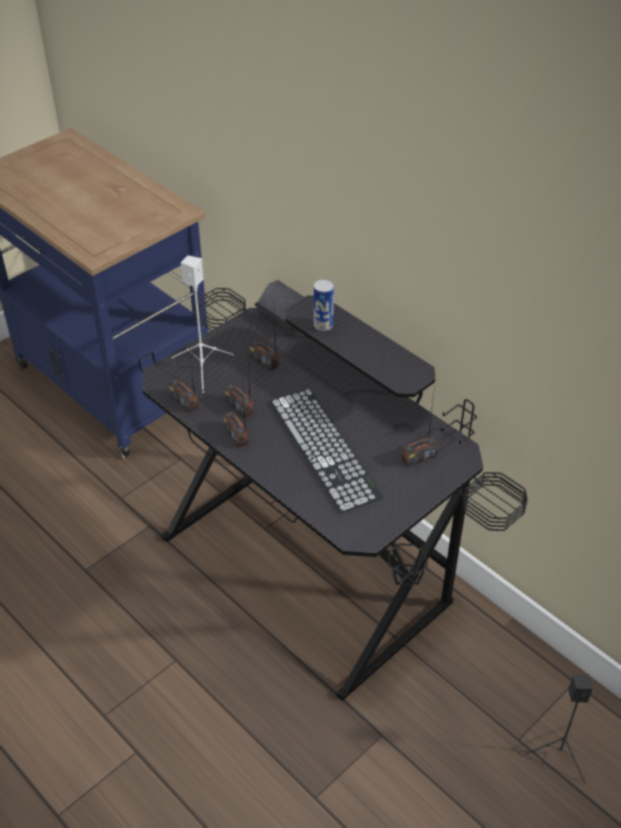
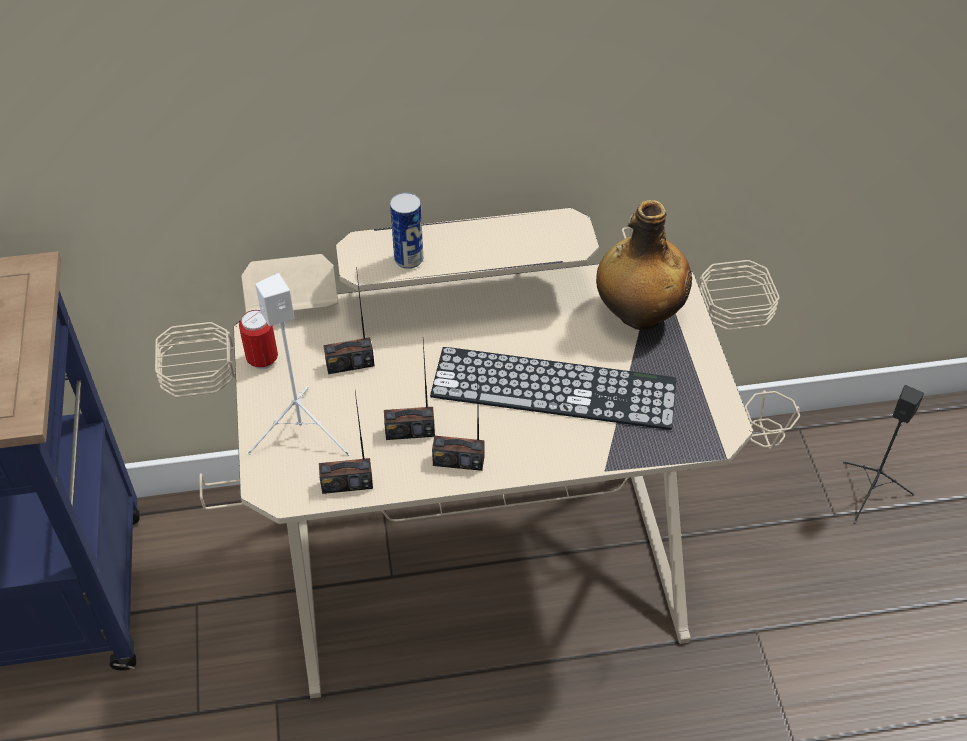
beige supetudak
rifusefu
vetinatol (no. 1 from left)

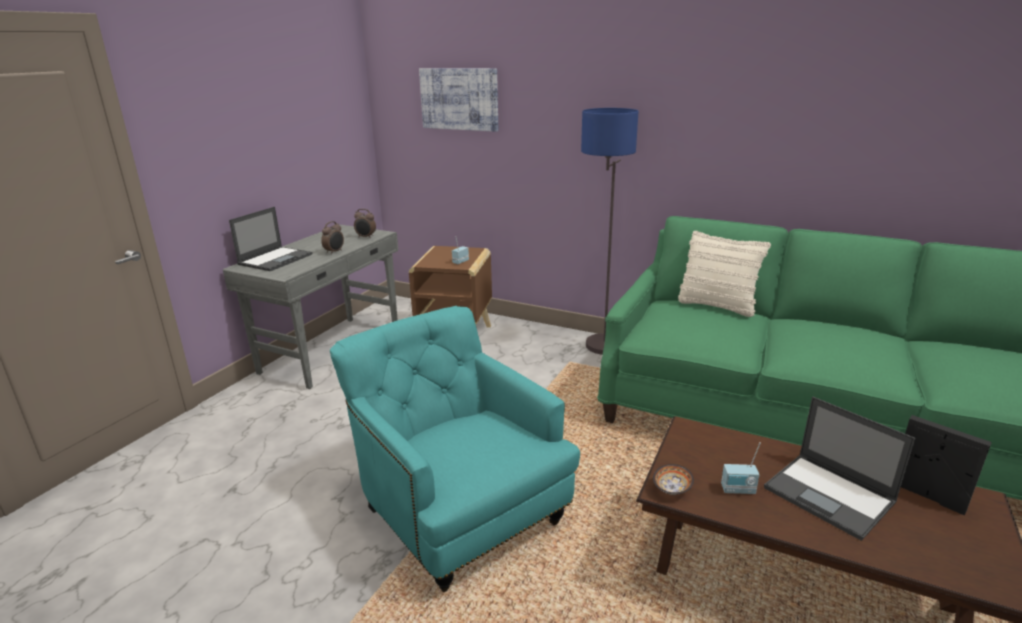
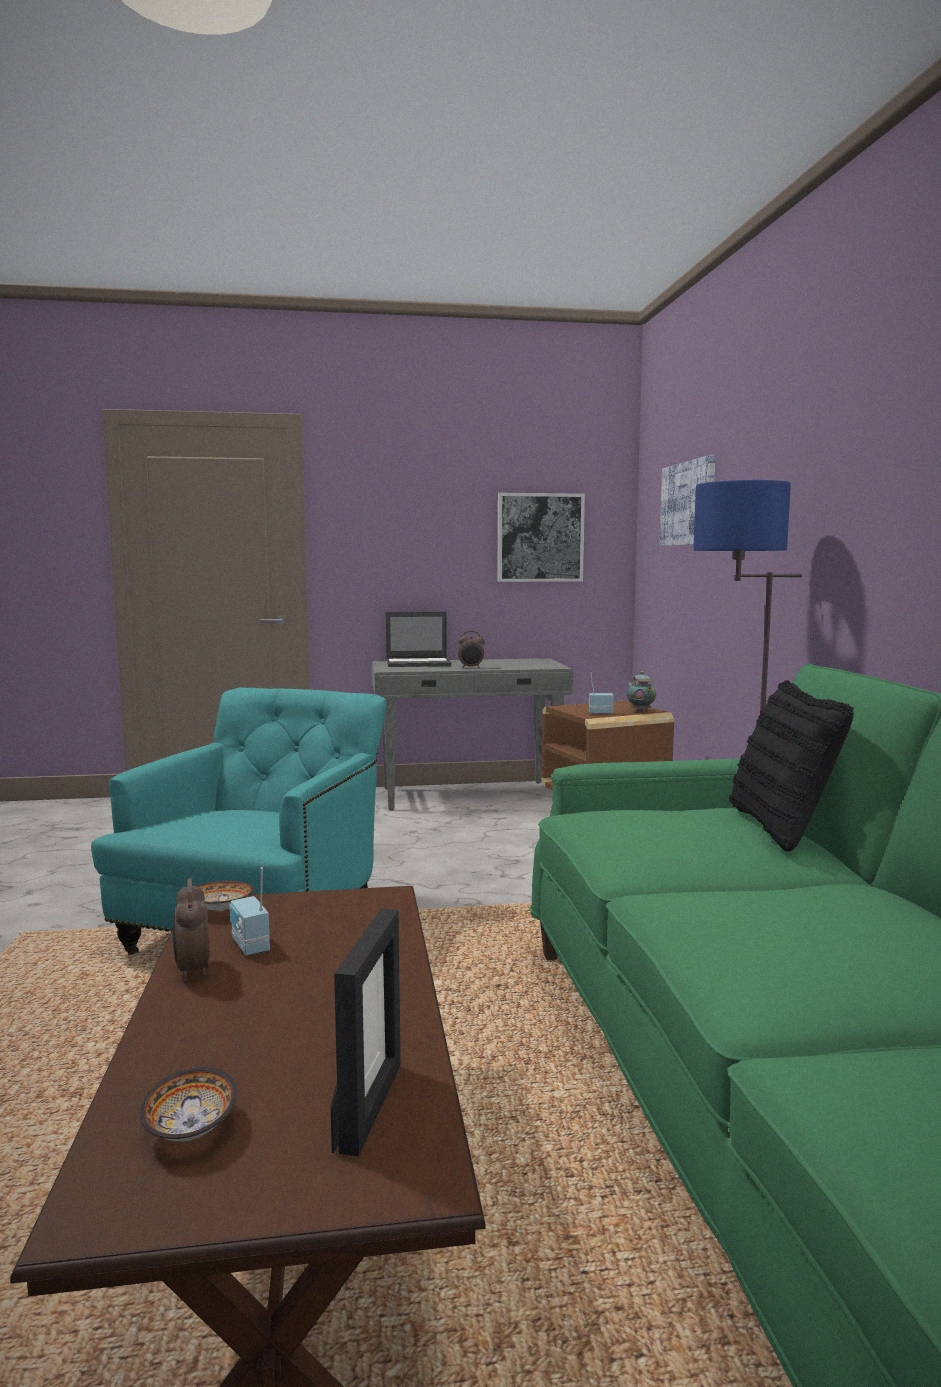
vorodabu (no. 1 from left)
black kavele
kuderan (no. 2 from left in the first image)
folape (no. 1 from left)
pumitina
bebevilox (no. 1 from left)

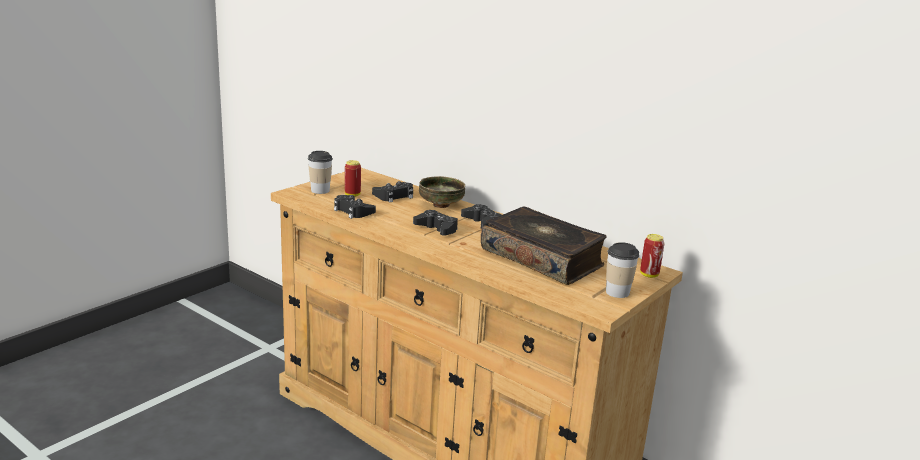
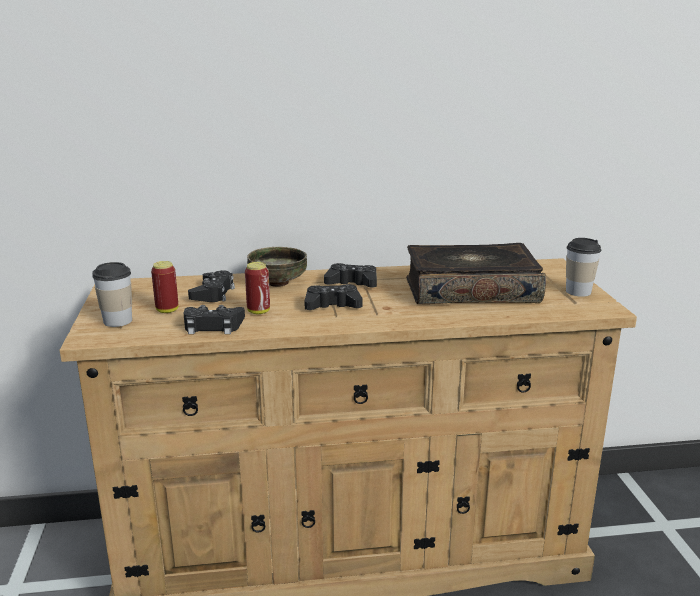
vetinatol (no. 2 from left)

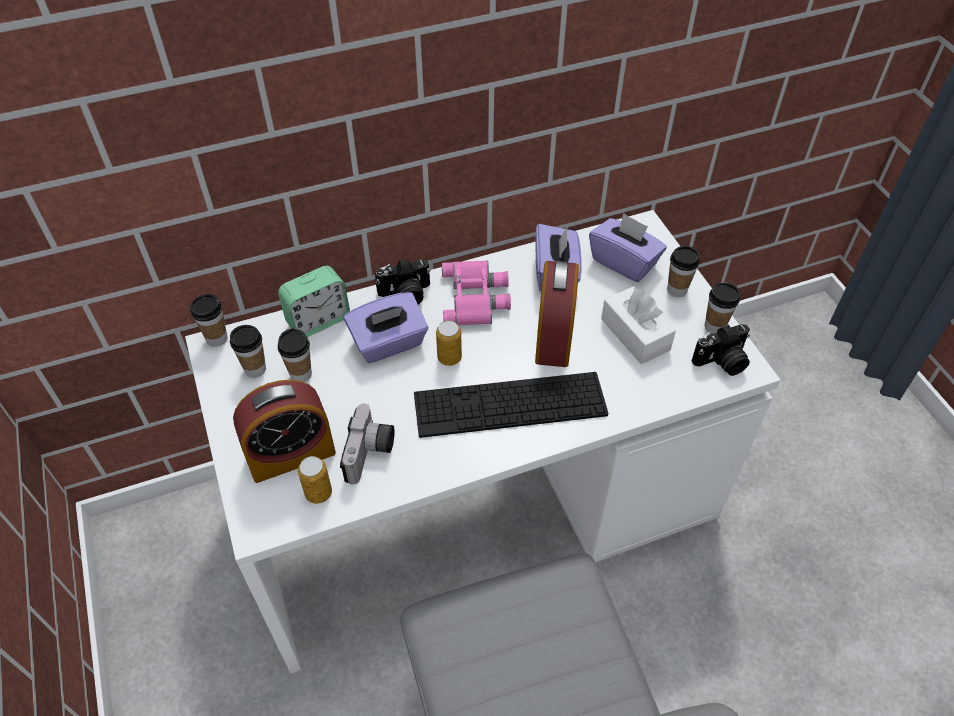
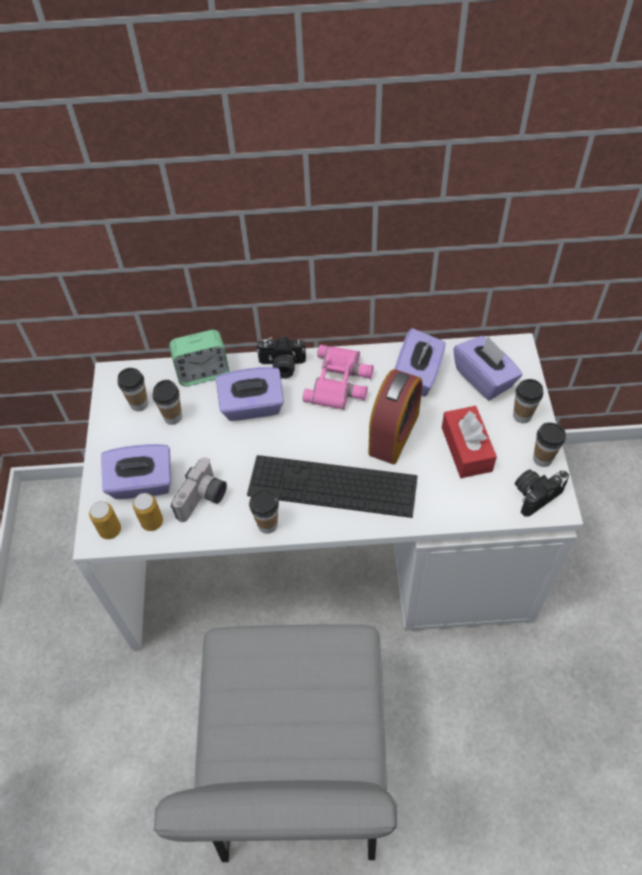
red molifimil
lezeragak (no. 3 from left)
vetinatol (no. 1 from left)
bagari (no. 3 from left)
purple molifimil (no. 1 from left)

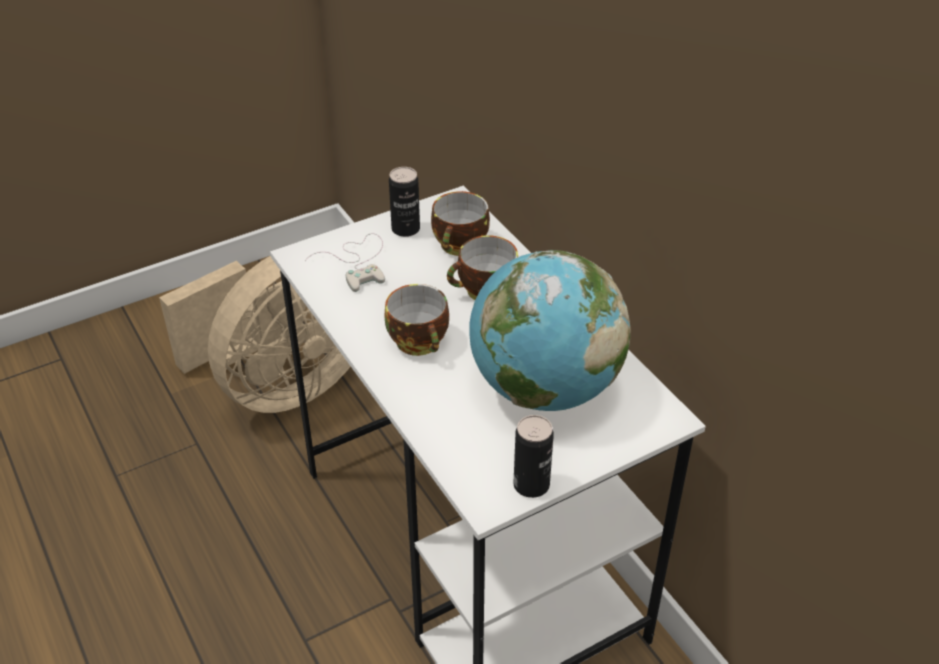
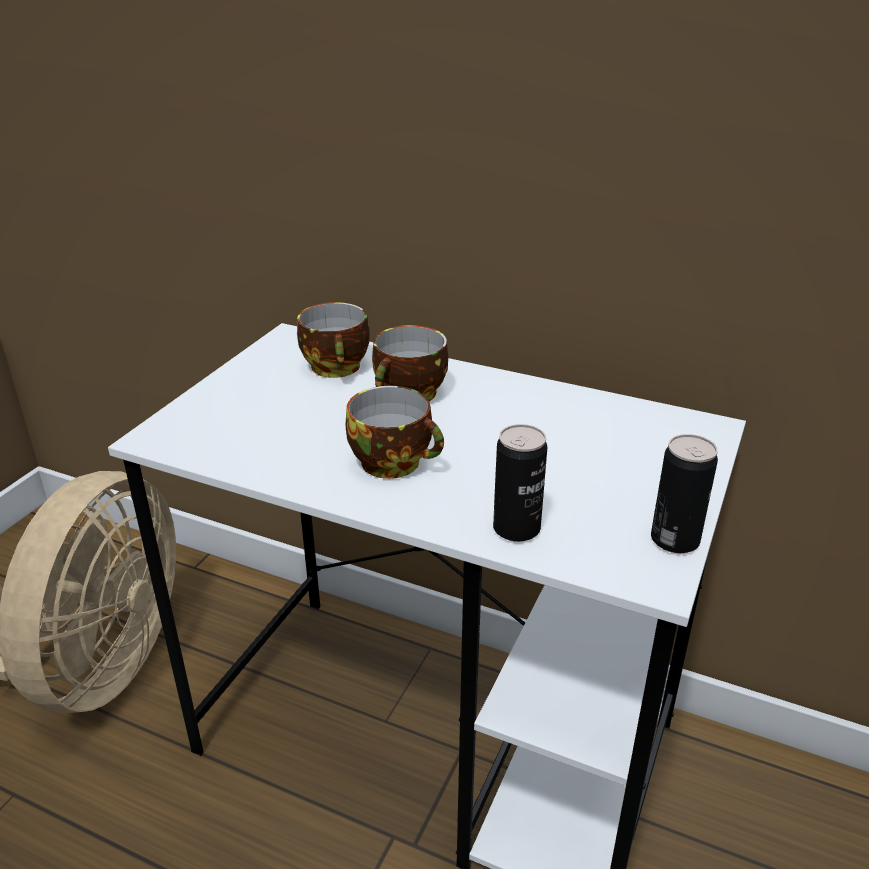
vetinatol (no. 1 from left)
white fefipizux
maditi

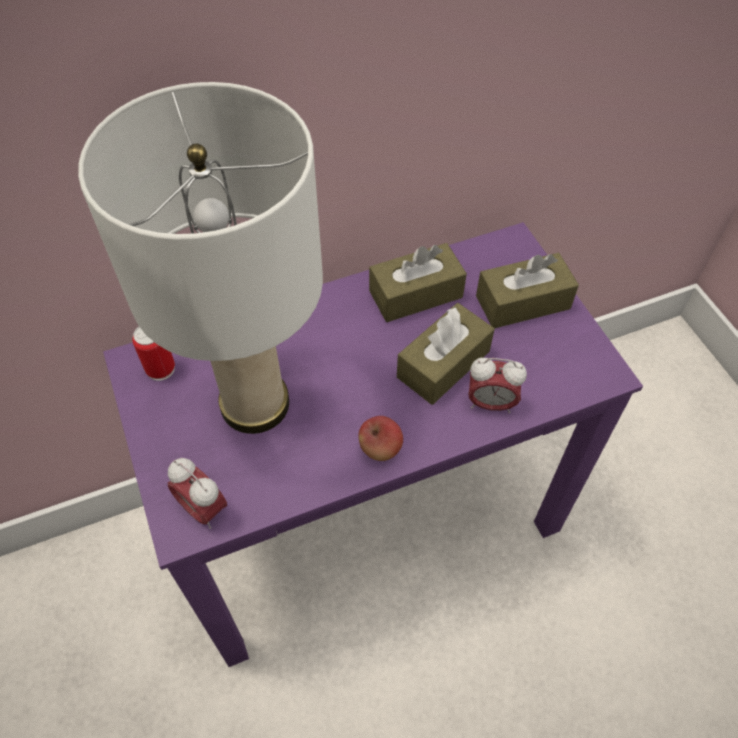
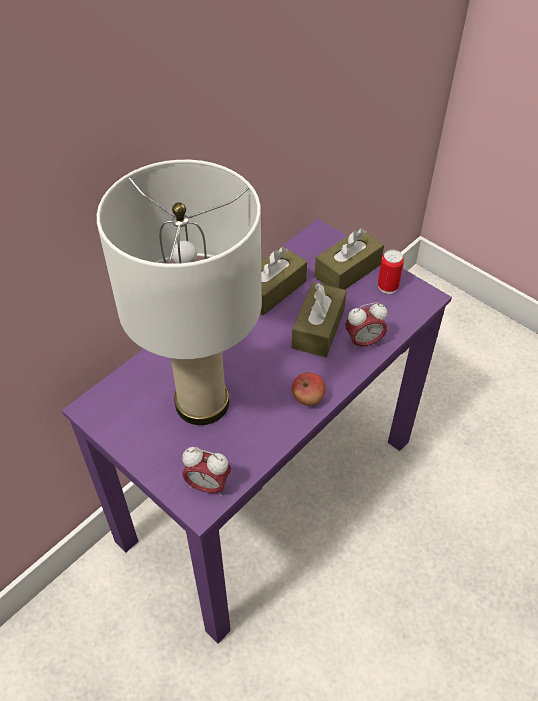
vetinatol

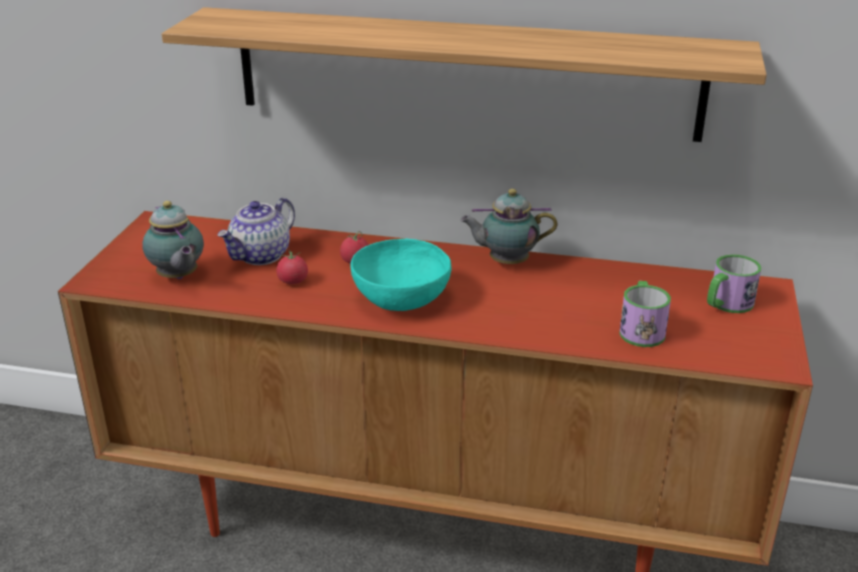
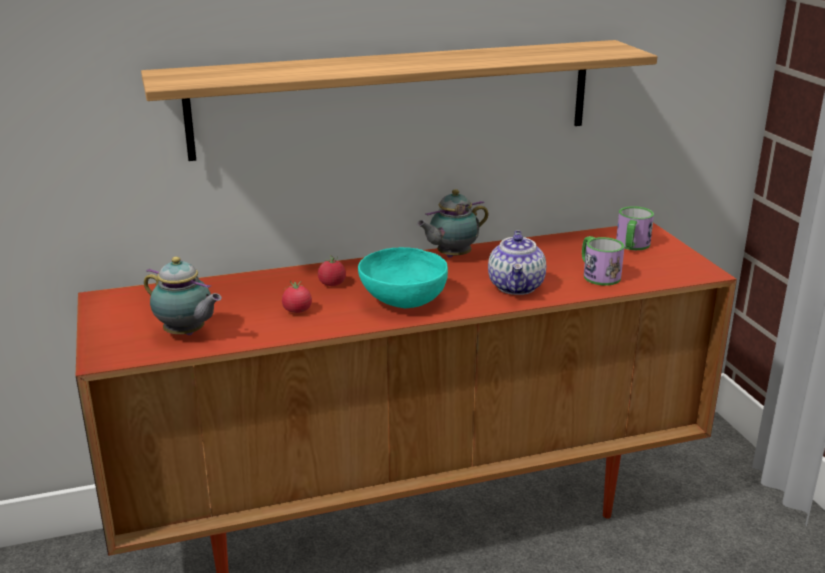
pumitina (no. 3 from left)

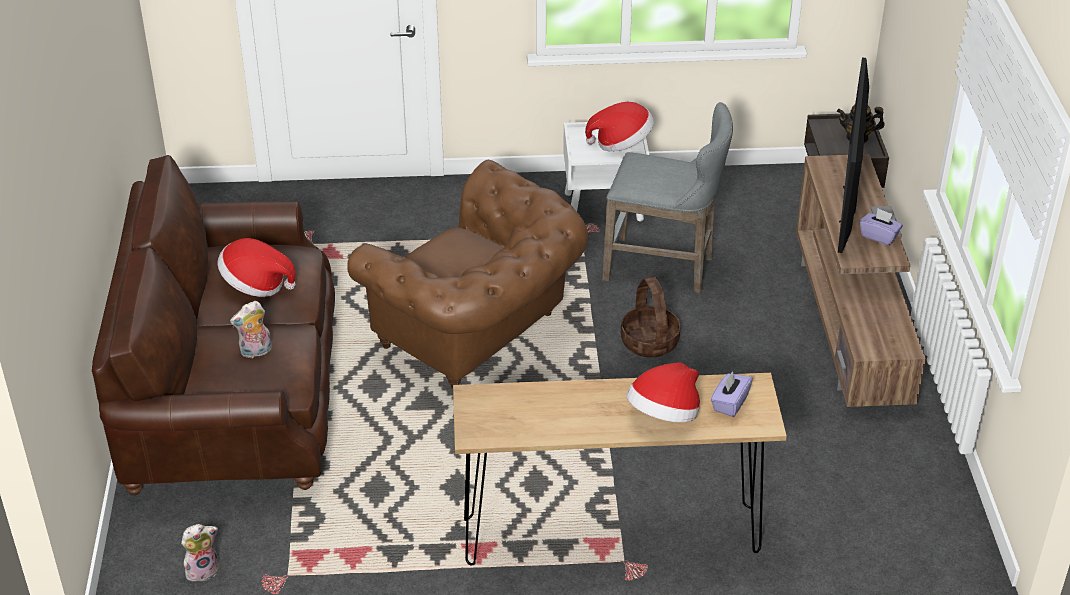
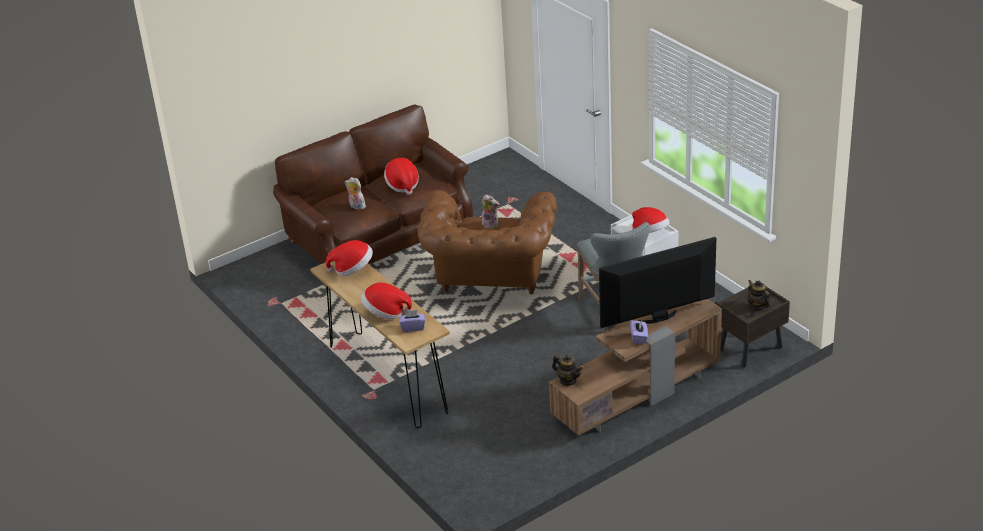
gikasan
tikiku (no. 2 from left)
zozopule (no. 1 from left)
pumitina (no. 1 from left)

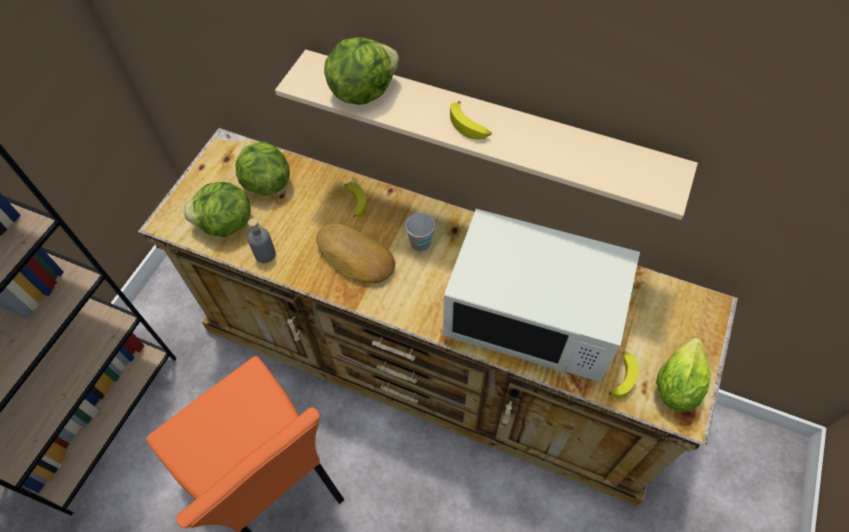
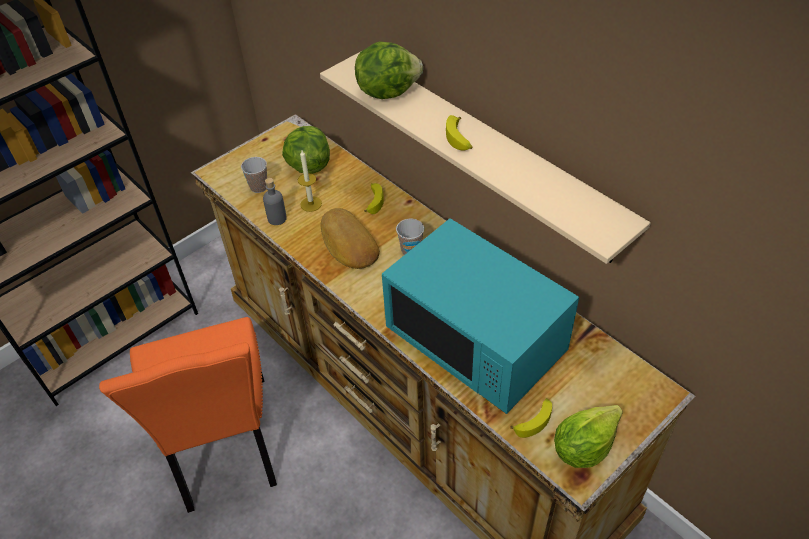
lezeragak (no. 1 from left)
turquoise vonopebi
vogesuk

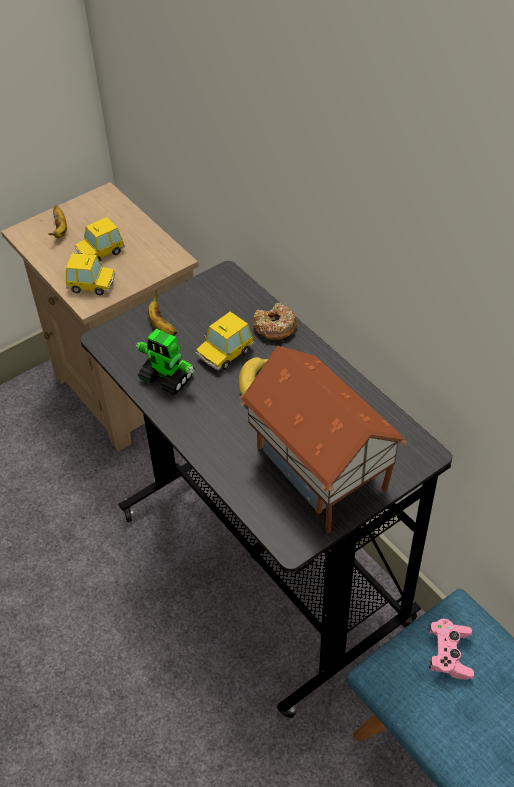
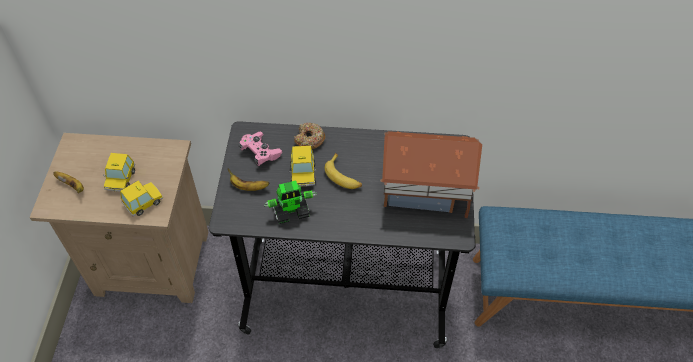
pink fefipizux

